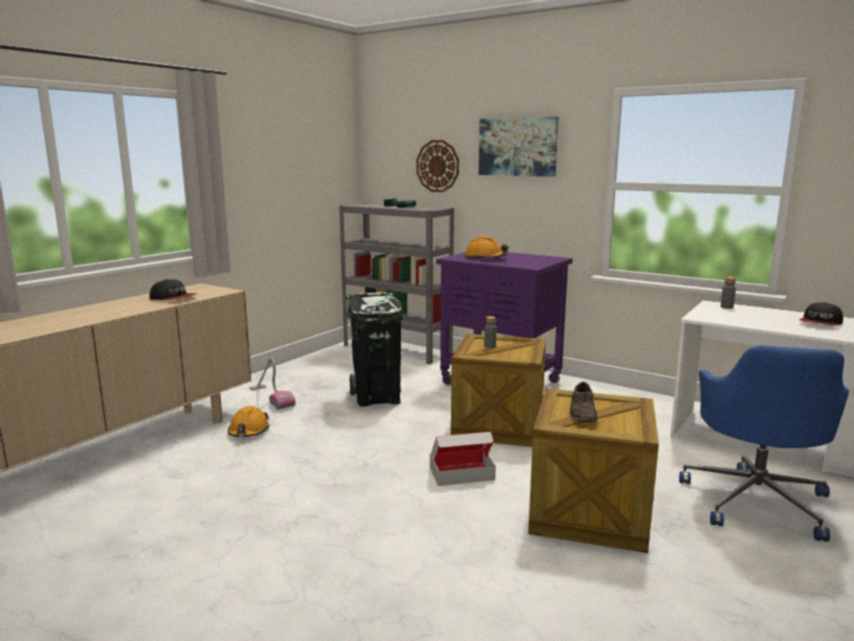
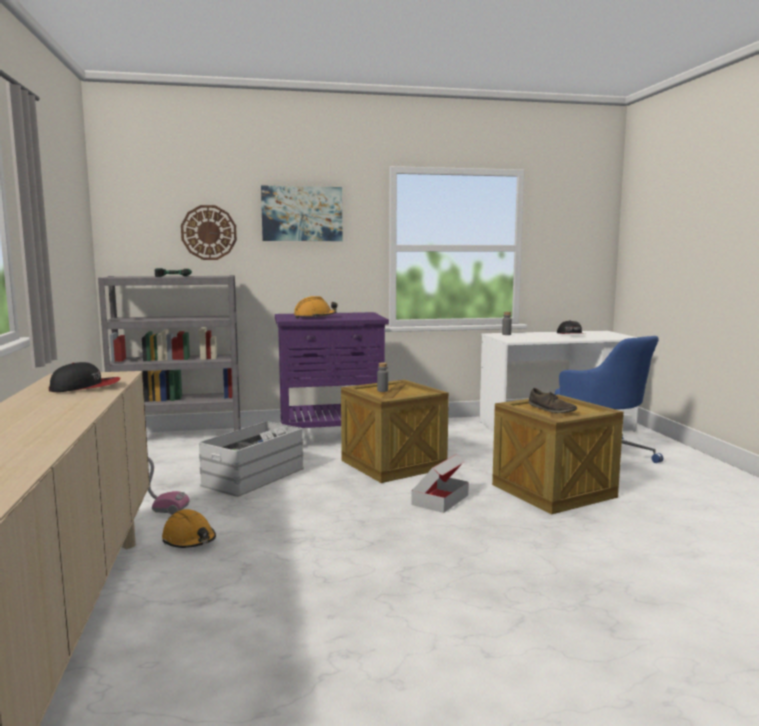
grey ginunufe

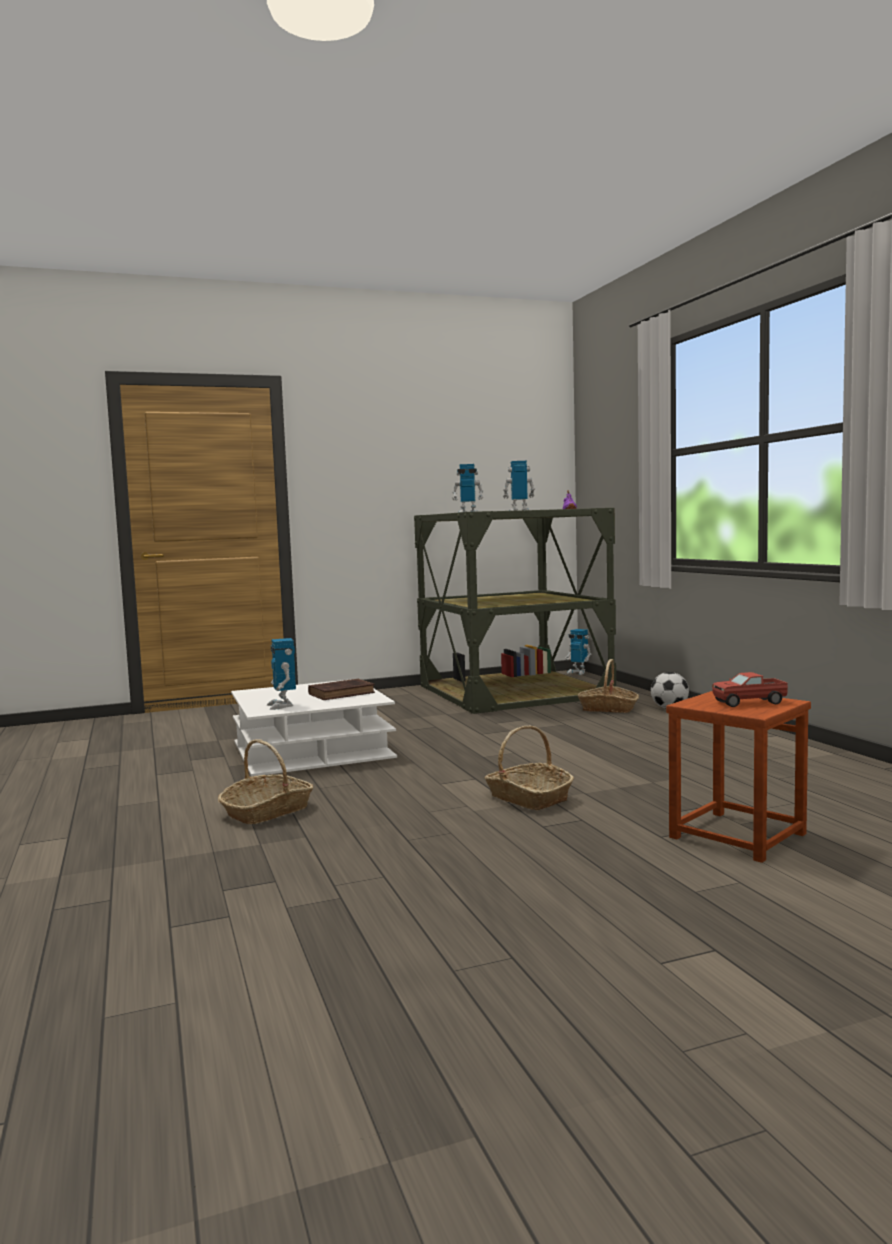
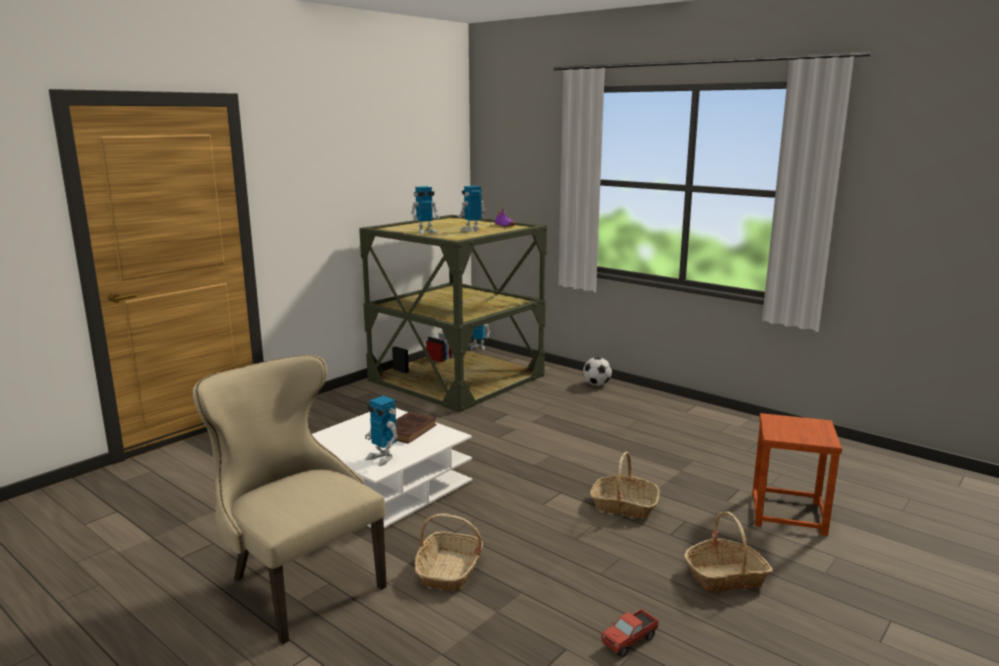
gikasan (no. 3 from left)
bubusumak
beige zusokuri

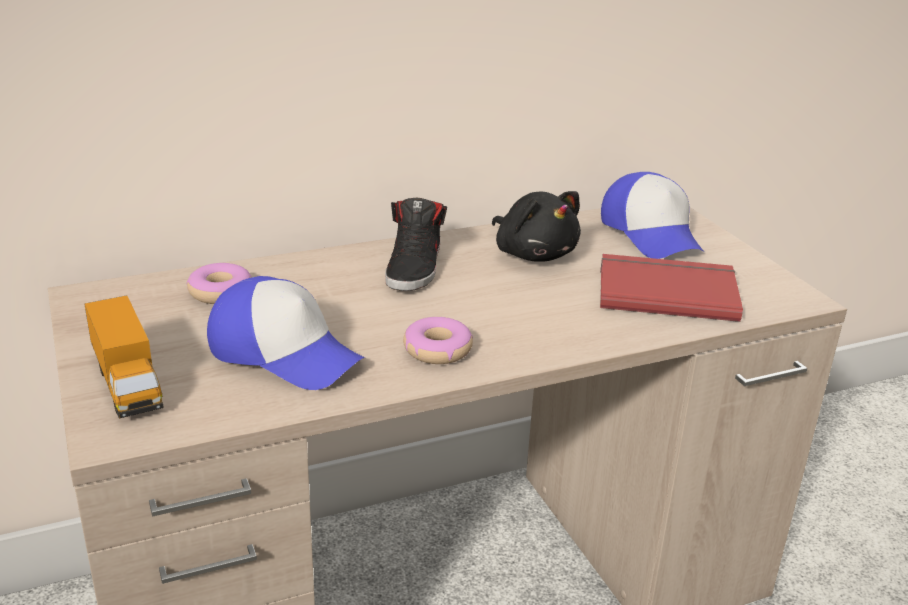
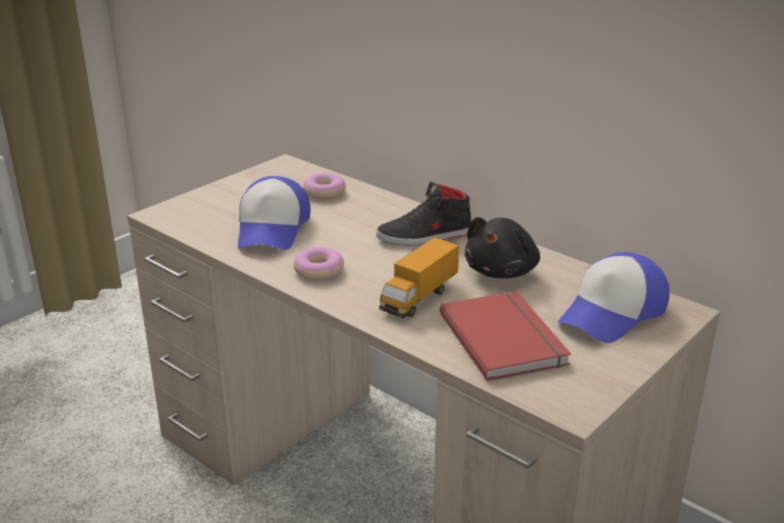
bubusumak

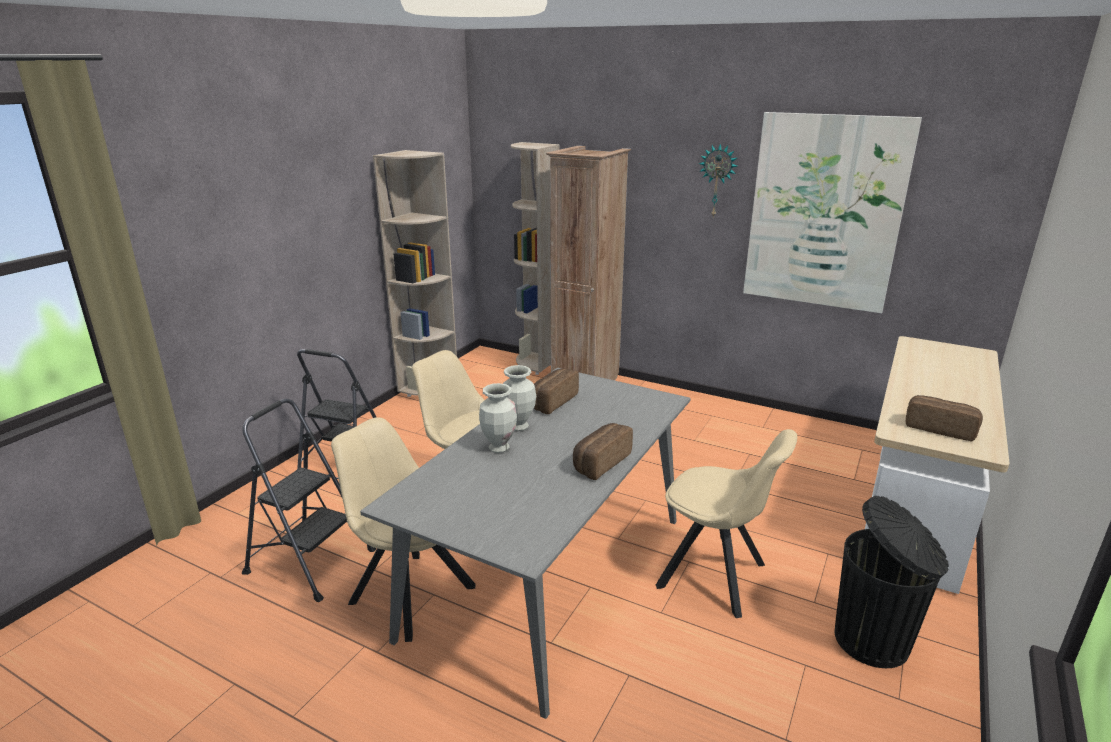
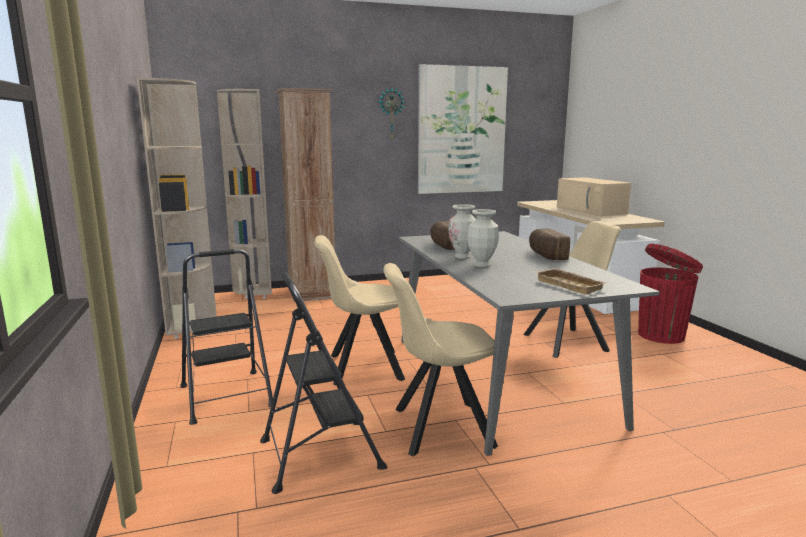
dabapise (no. 3 from left in the first image)
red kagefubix
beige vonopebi
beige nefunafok

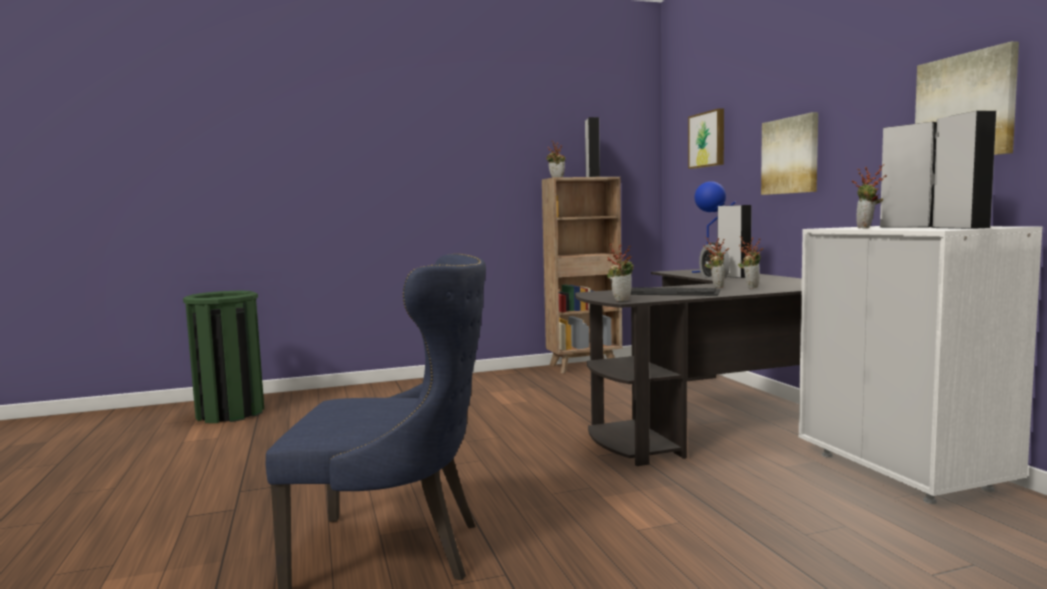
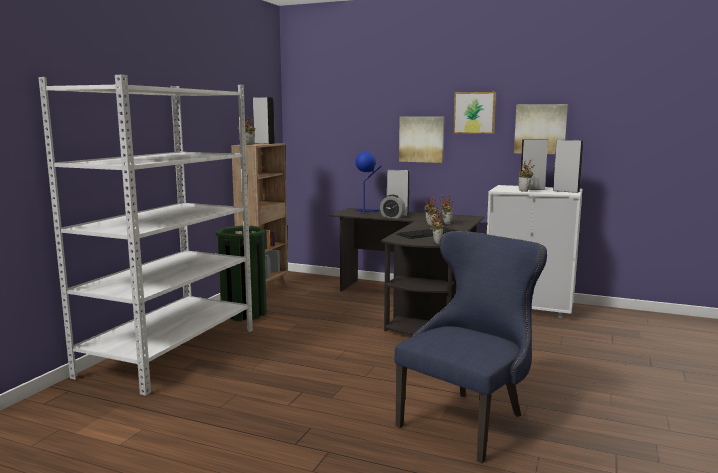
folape (no. 2 from left)
green kagefubix
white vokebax

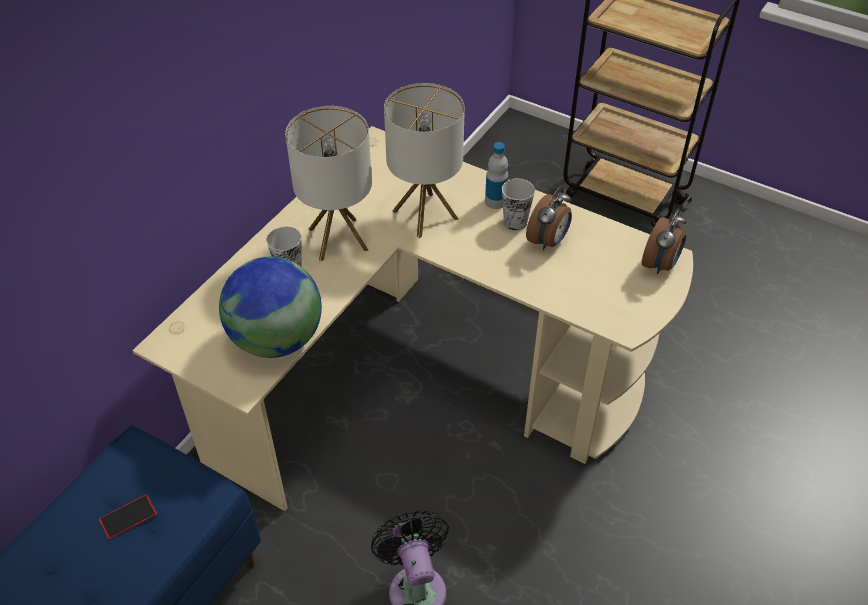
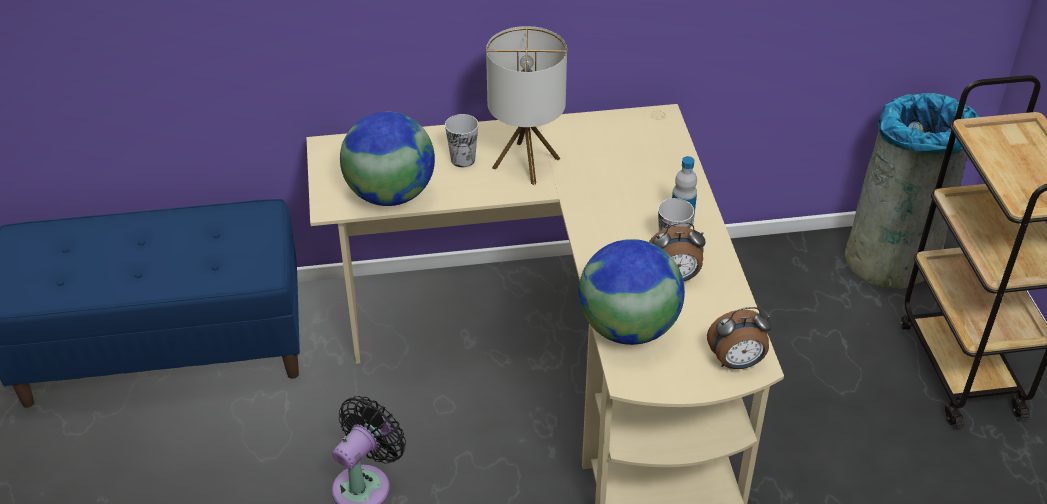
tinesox (no. 2 from left in the first image)
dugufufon
grey kagefubix
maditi (no. 2 from left)

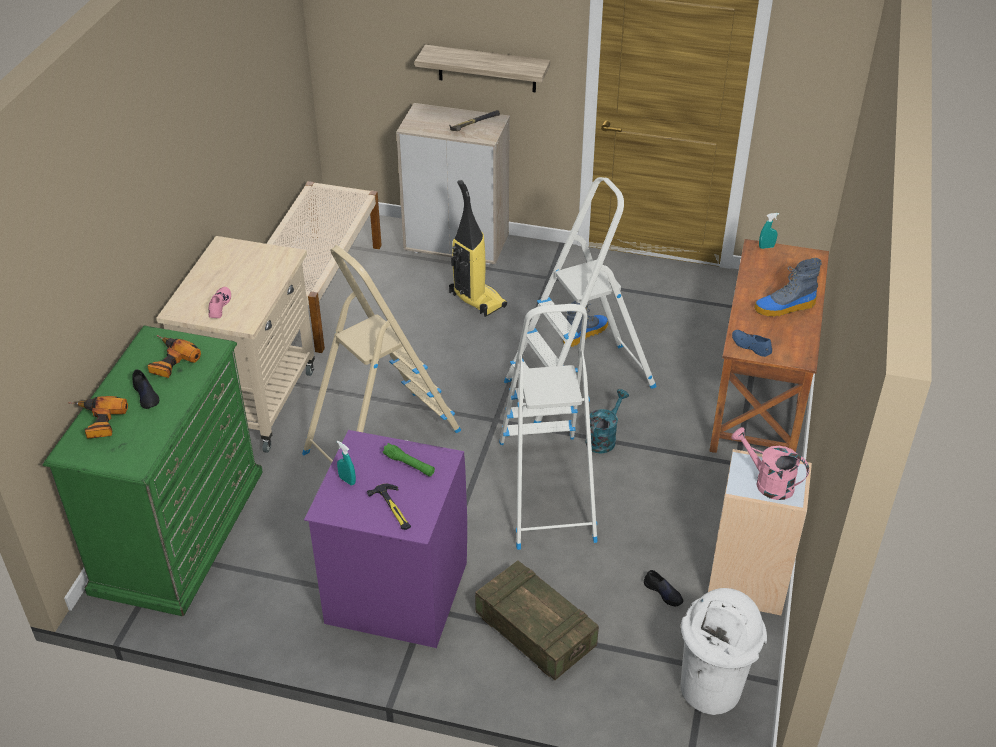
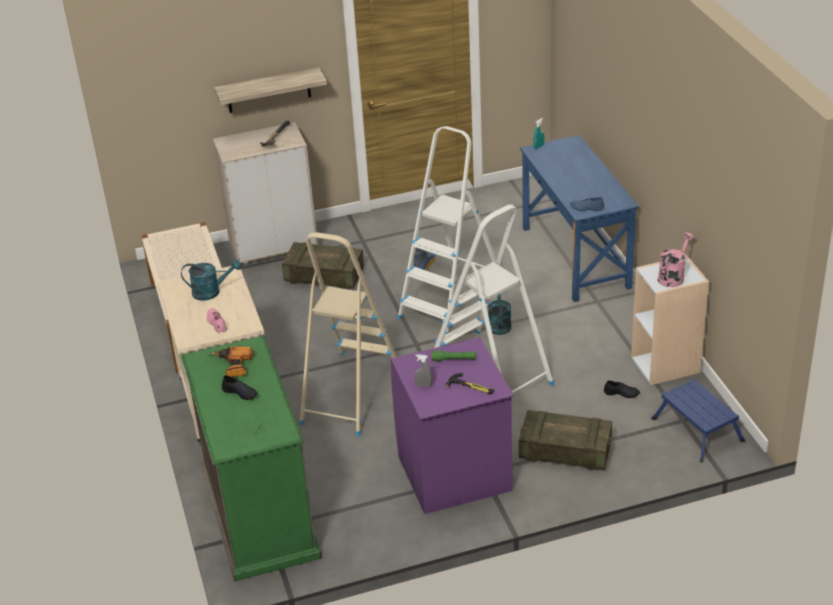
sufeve (no. 1 from left)
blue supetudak
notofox (no. 2 from left in the first image)
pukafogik (no. 1 from left in the first image)
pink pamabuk
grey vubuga
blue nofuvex
turquoise pamabuk (no. 1 from left)

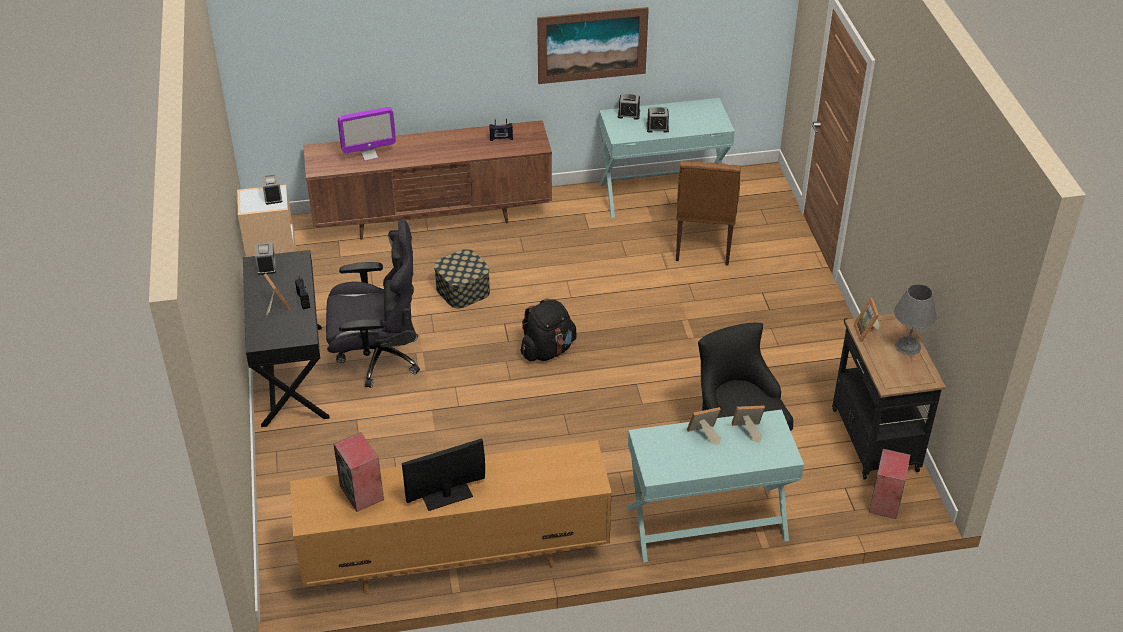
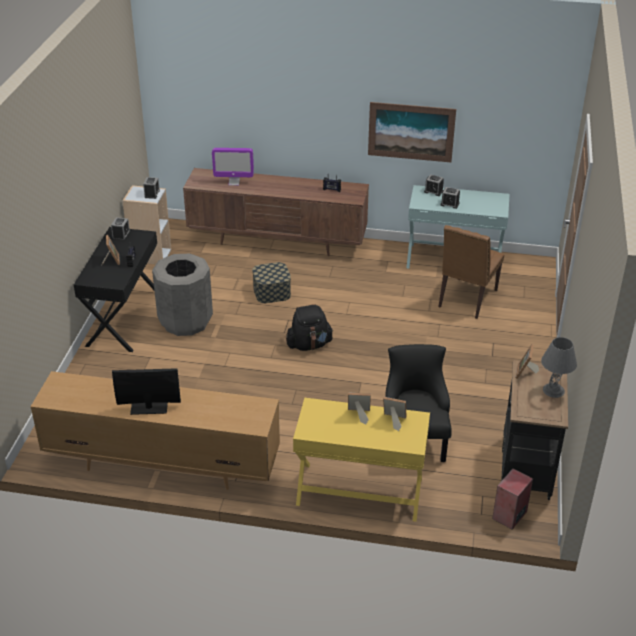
grey kagefubix
yellow supetudak
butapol (no. 1 from left in the first image)

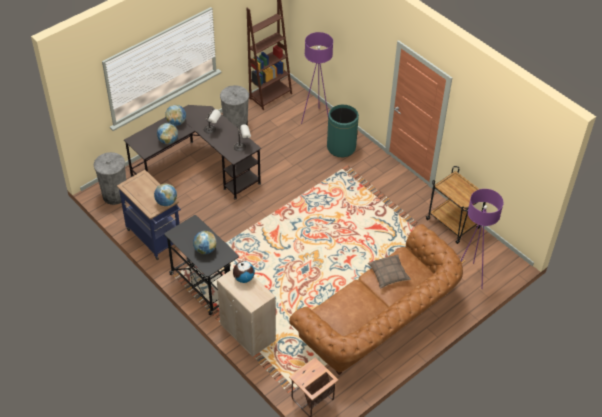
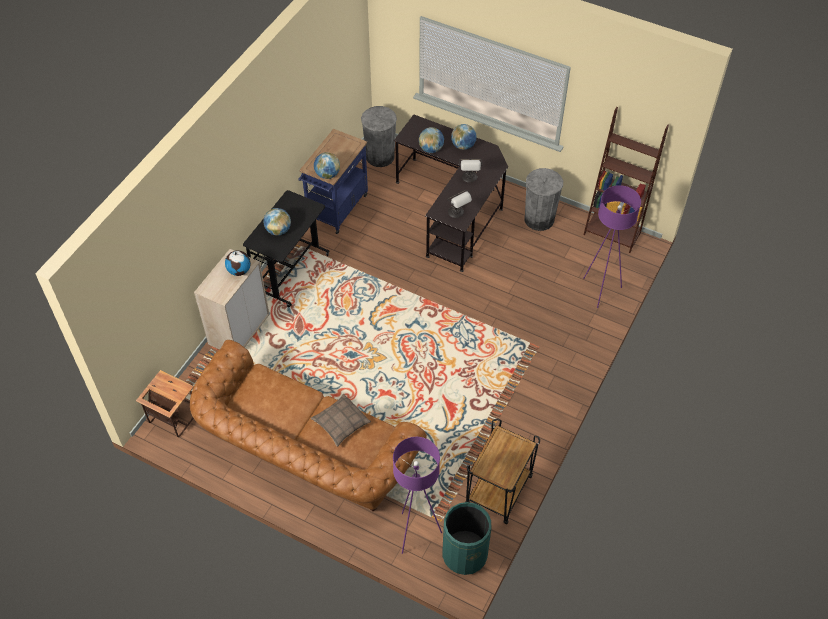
green kagefubix

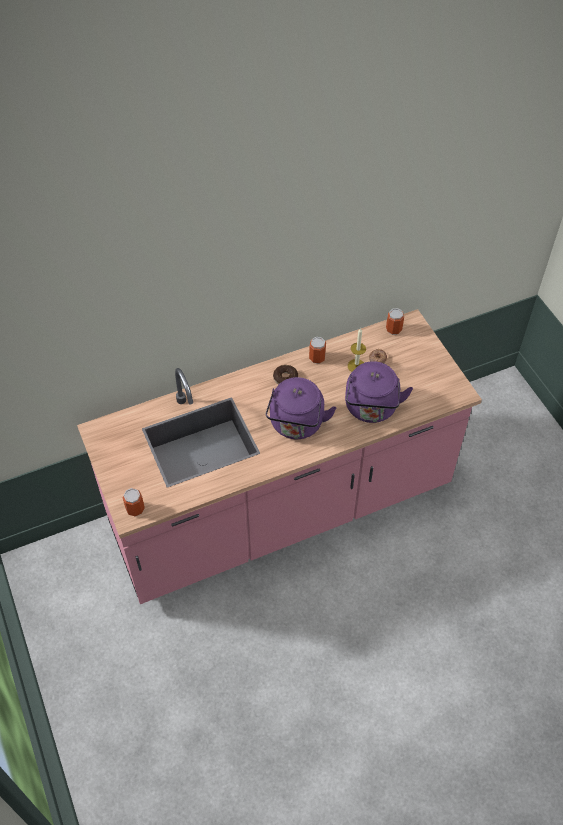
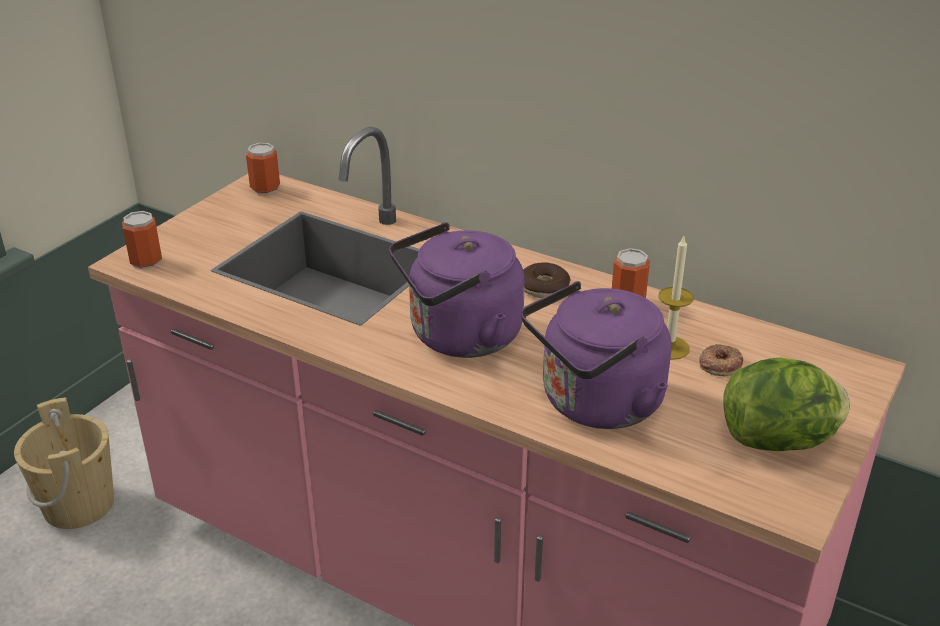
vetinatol (no. 2 from left)
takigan
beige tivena

